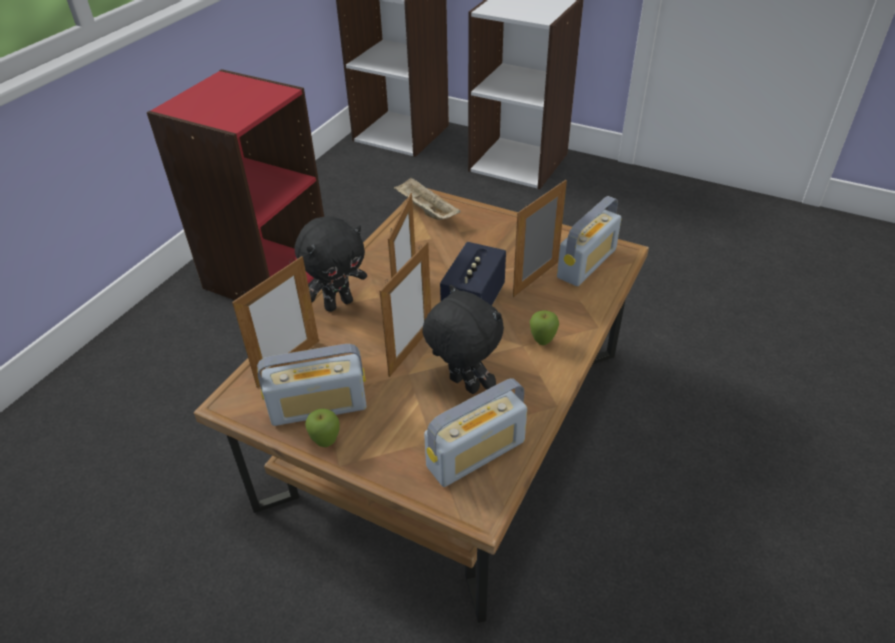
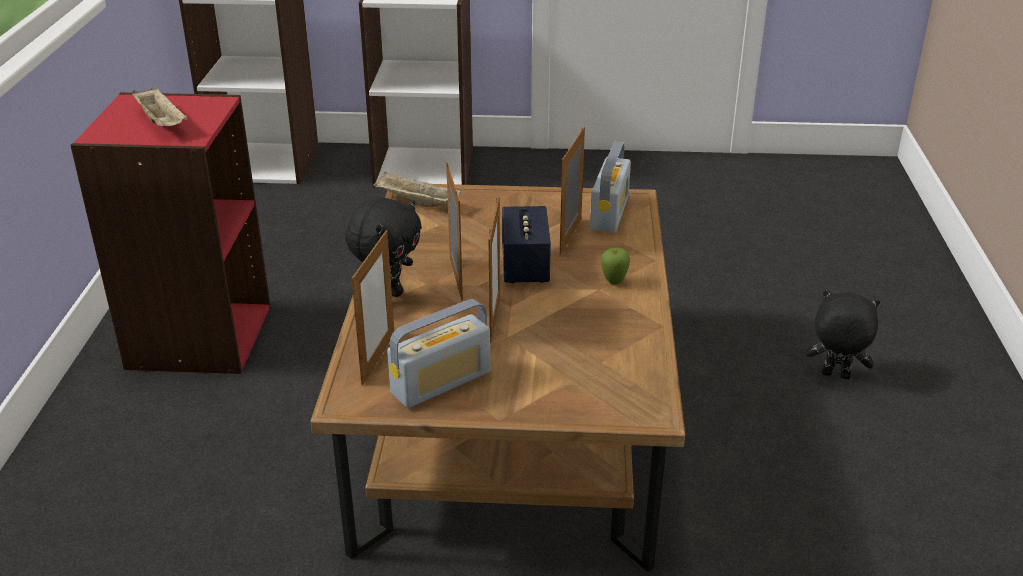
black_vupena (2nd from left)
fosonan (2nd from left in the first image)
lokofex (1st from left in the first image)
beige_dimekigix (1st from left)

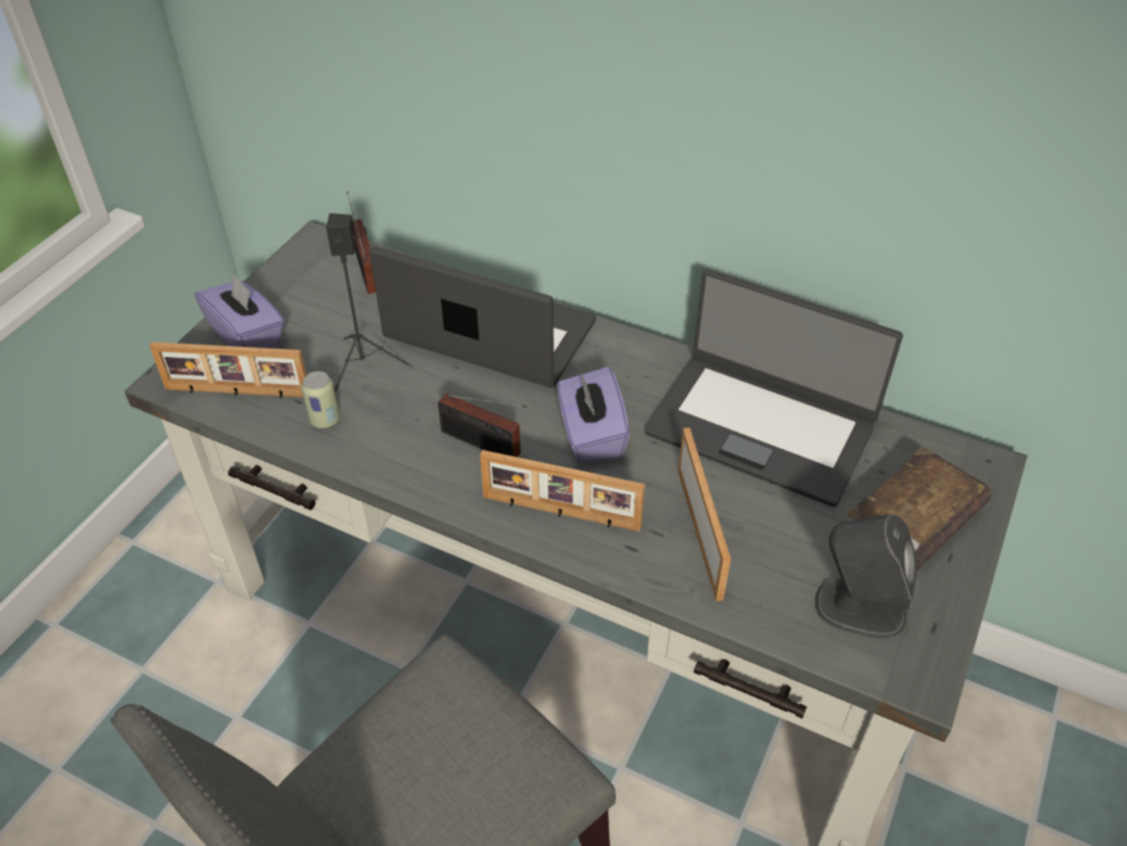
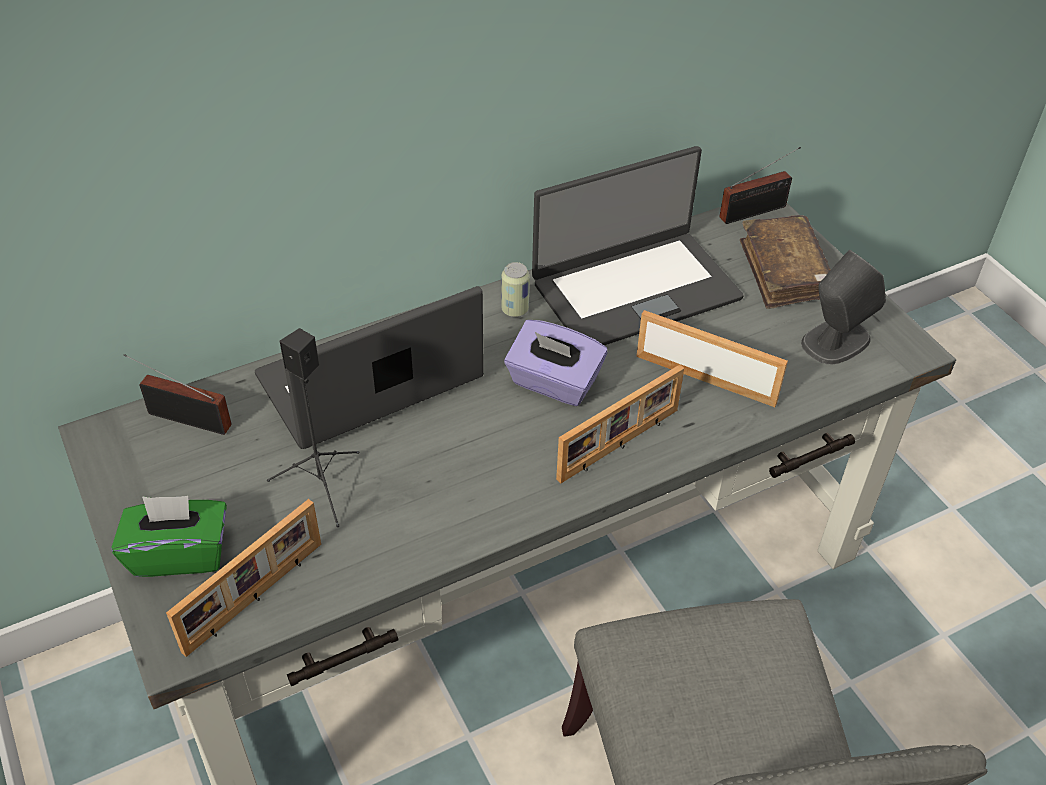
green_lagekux
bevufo
fosonan (2nd from left)

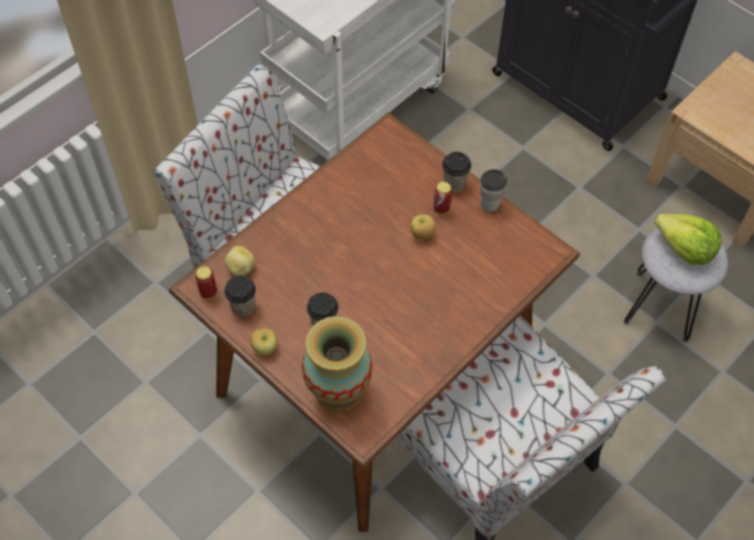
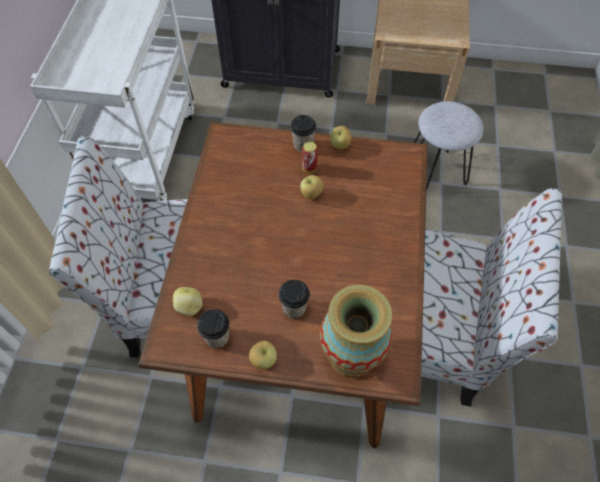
lokofex (3rd from left)
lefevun
bevufo (1st from left in the first image)

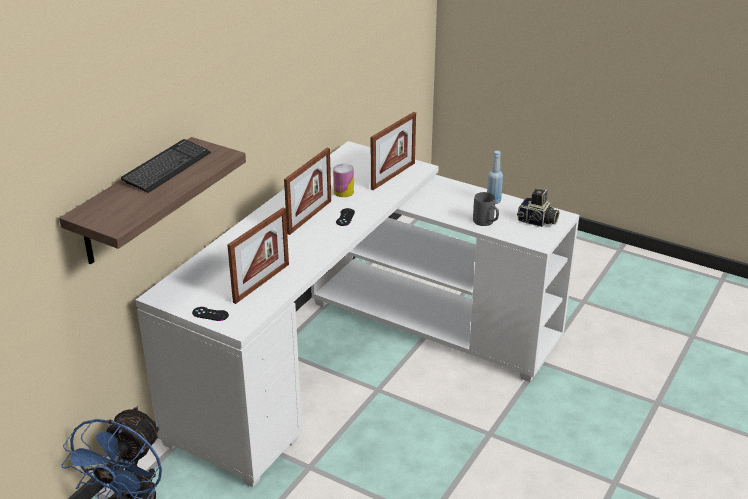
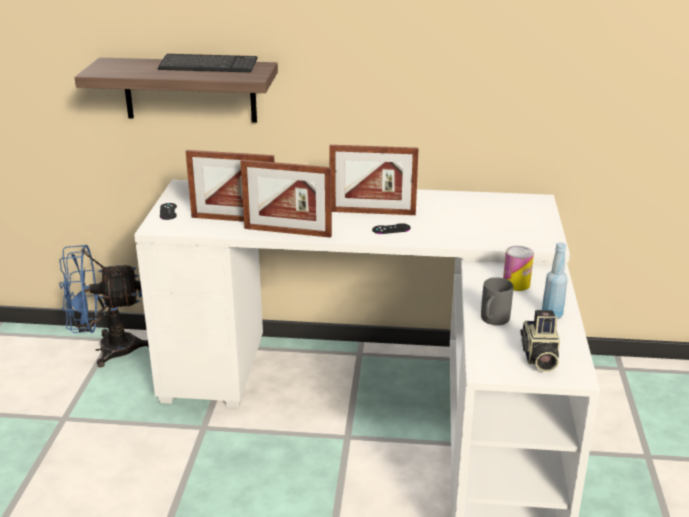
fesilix (2nd from left)
bevufo

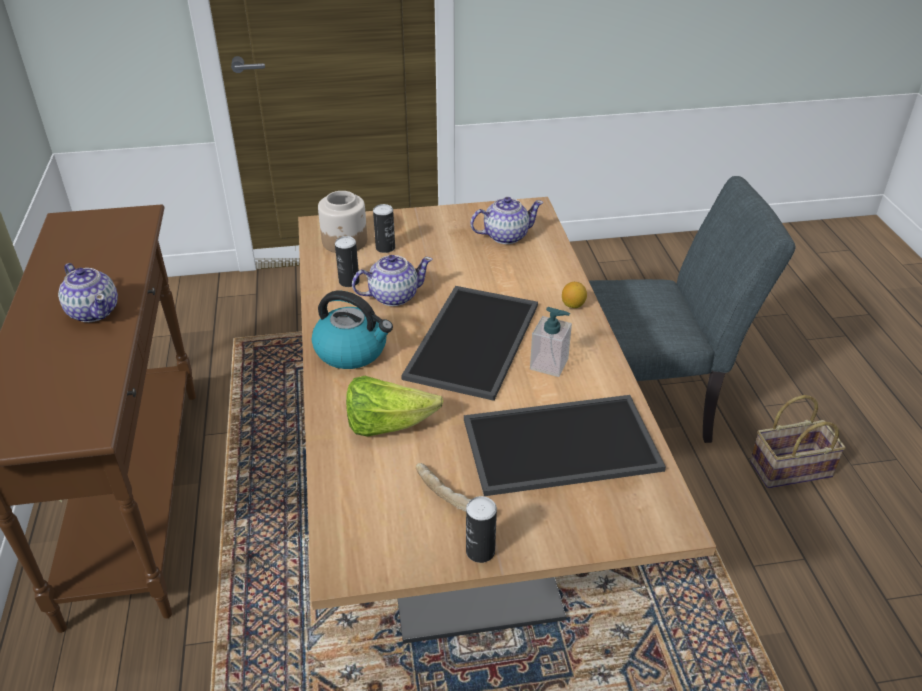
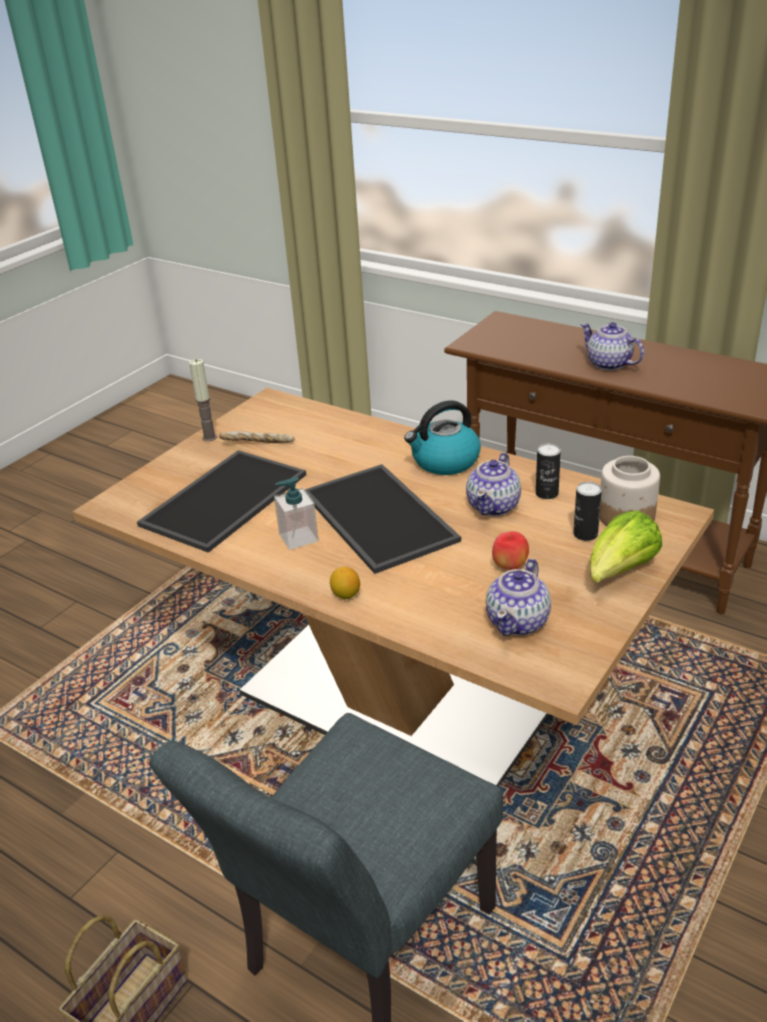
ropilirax (3rd from left)
lefevun
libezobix
lokofex

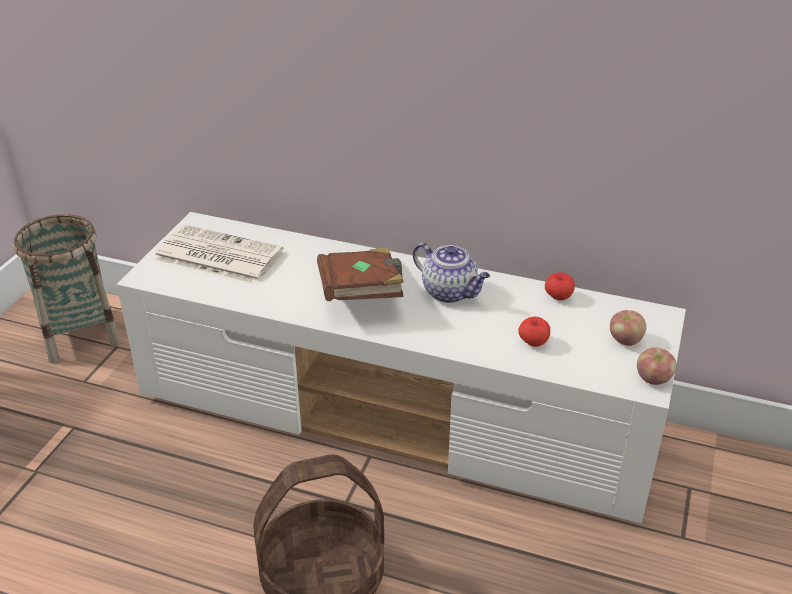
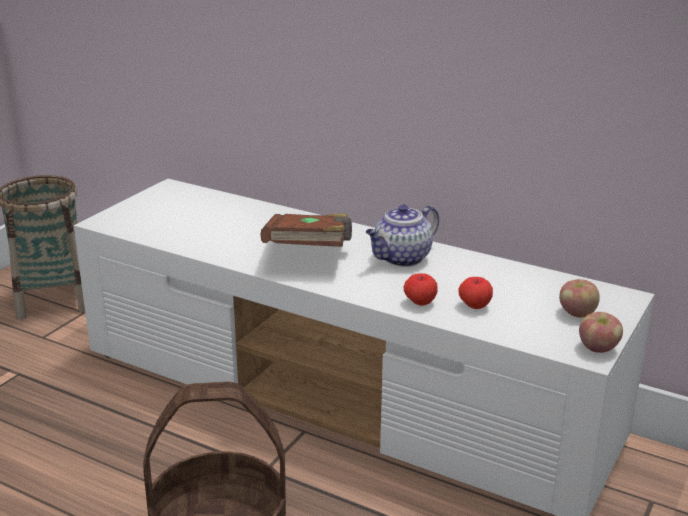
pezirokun
ropilirax
lokofex (1st from left)

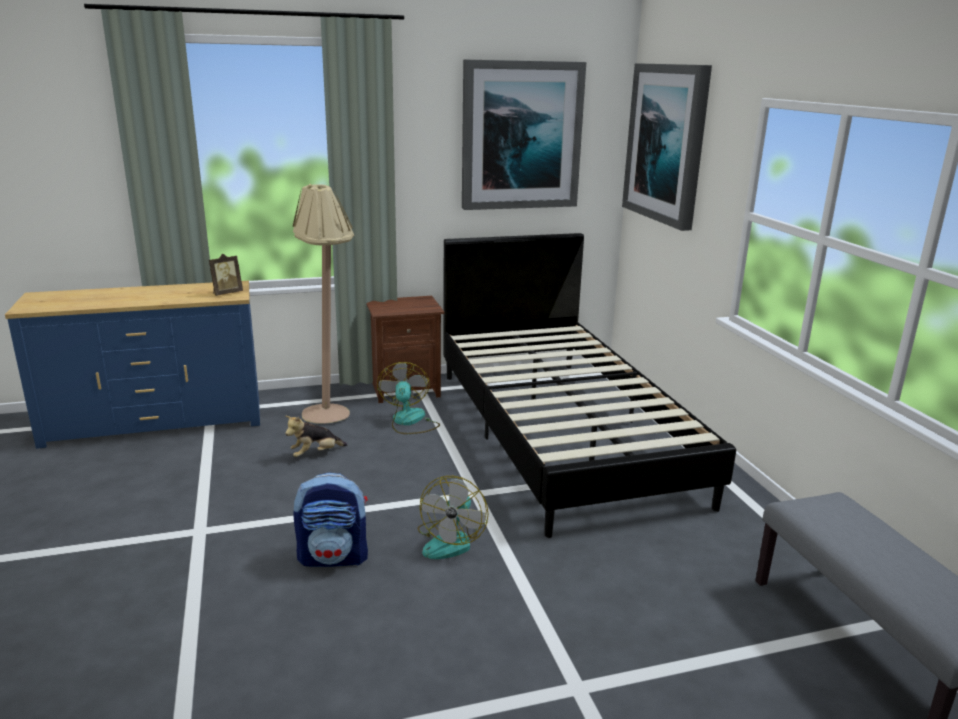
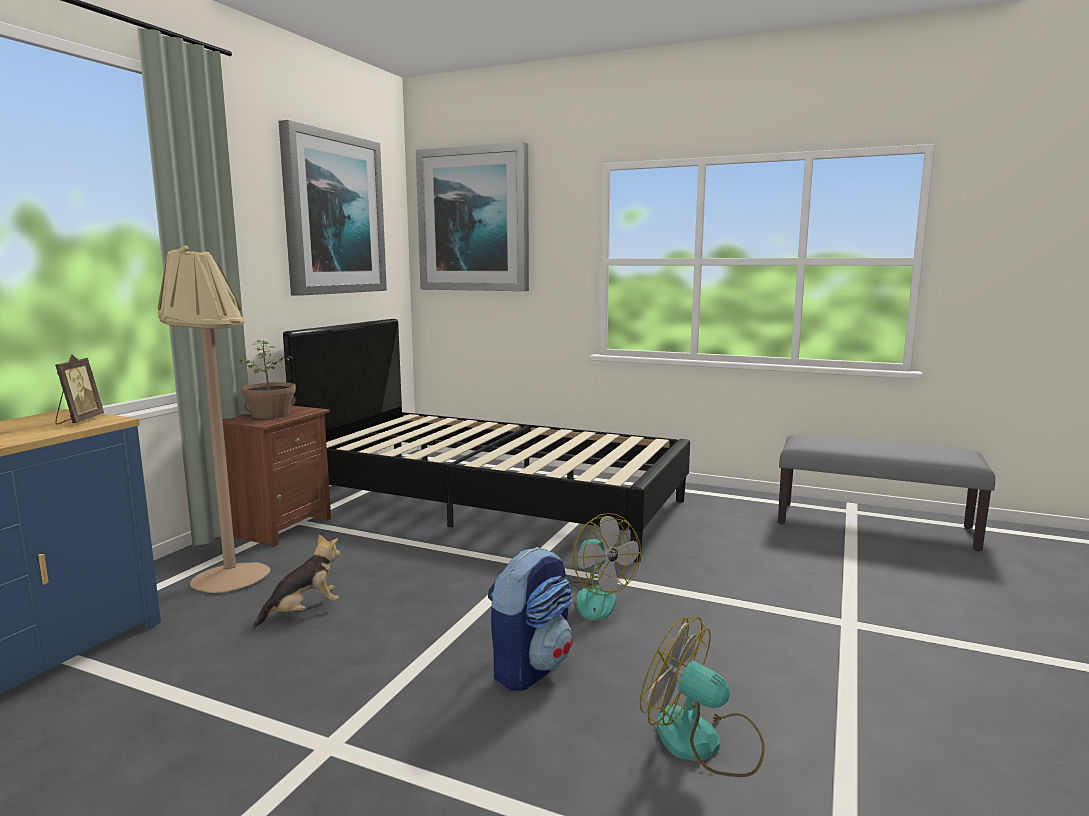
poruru (2nd from left)
vupena
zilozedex

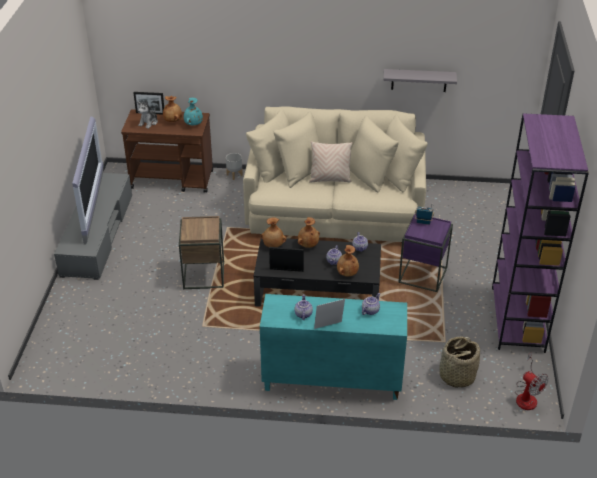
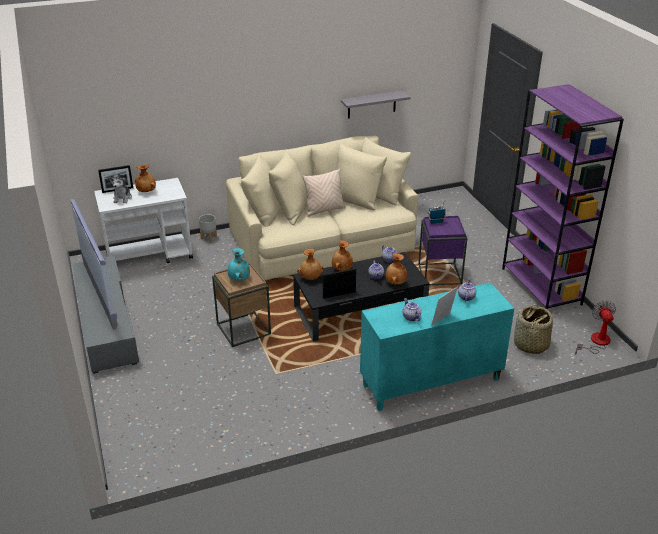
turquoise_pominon
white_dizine
poruru

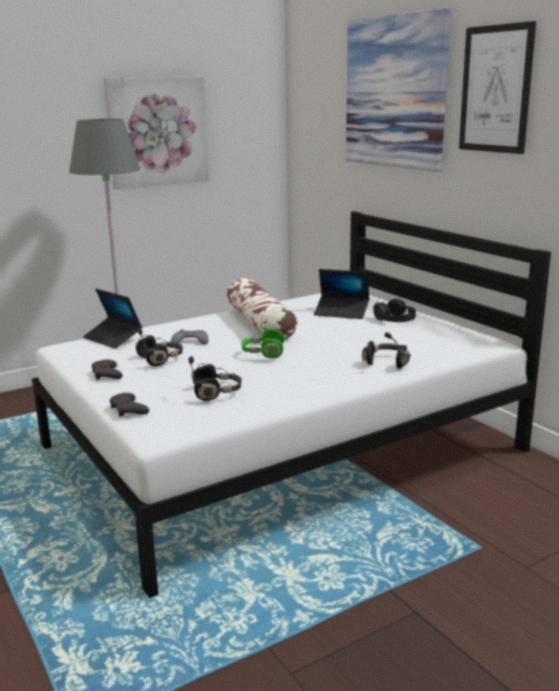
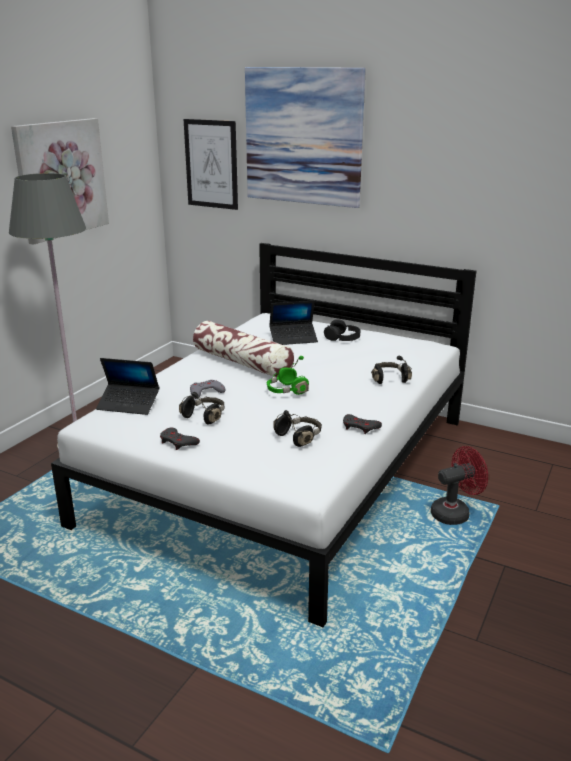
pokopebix (2nd from left)
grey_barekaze (3rd from left)
red_poruru

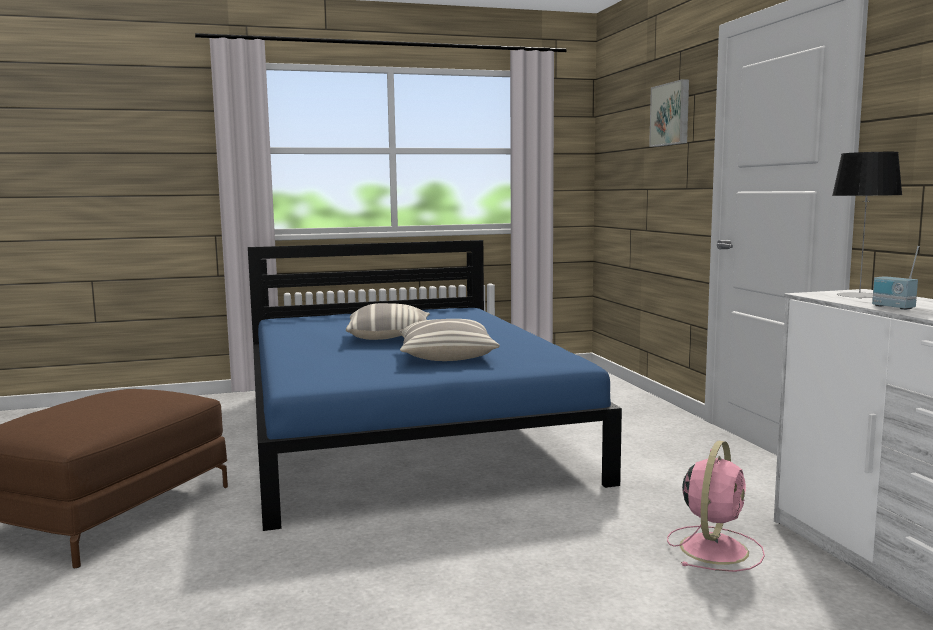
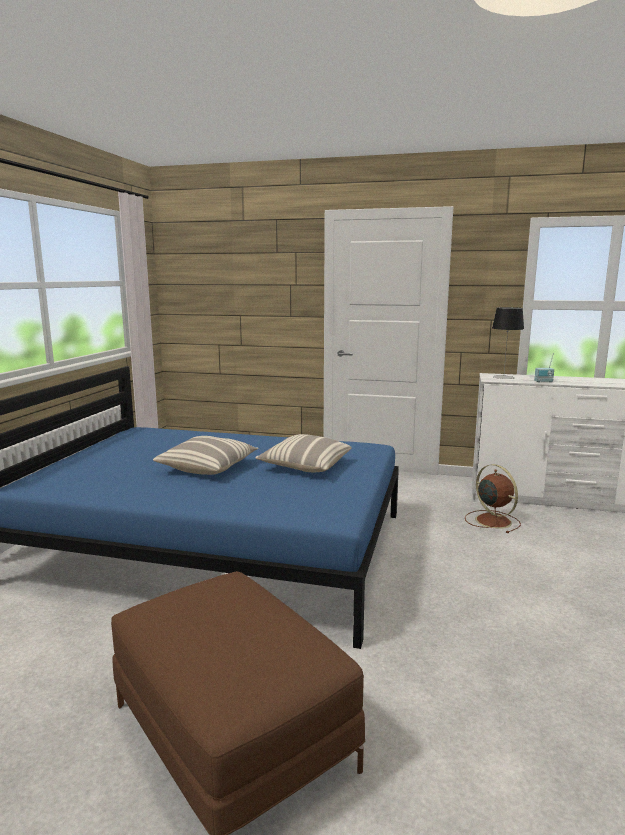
pokopebix
brown_poruru

